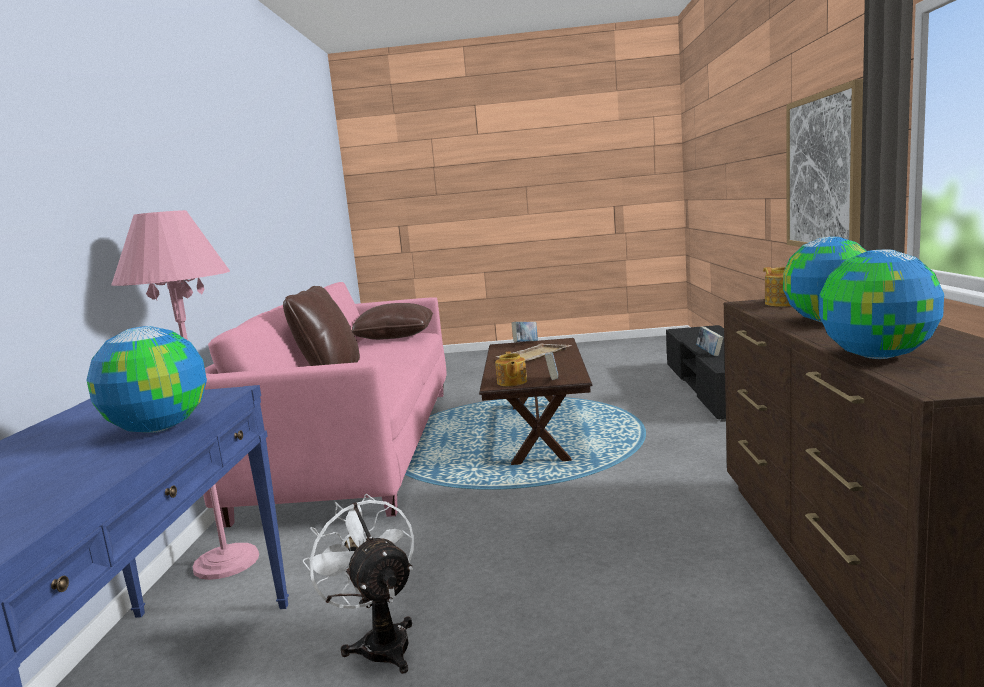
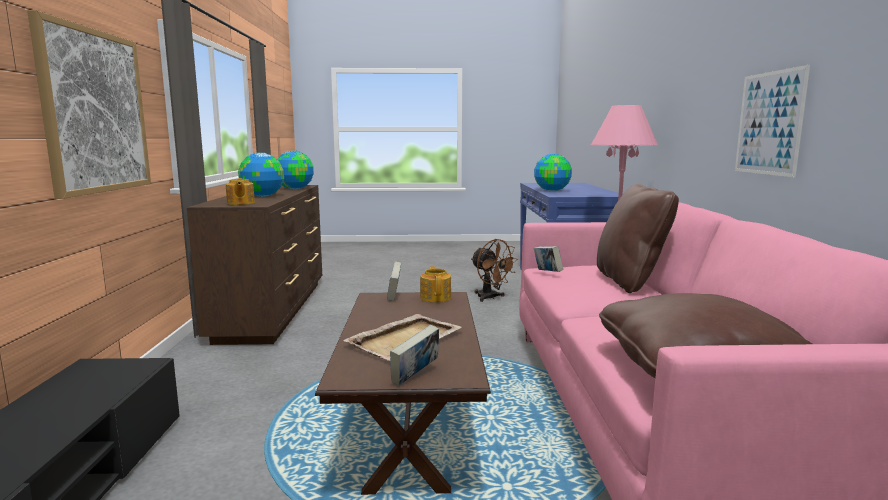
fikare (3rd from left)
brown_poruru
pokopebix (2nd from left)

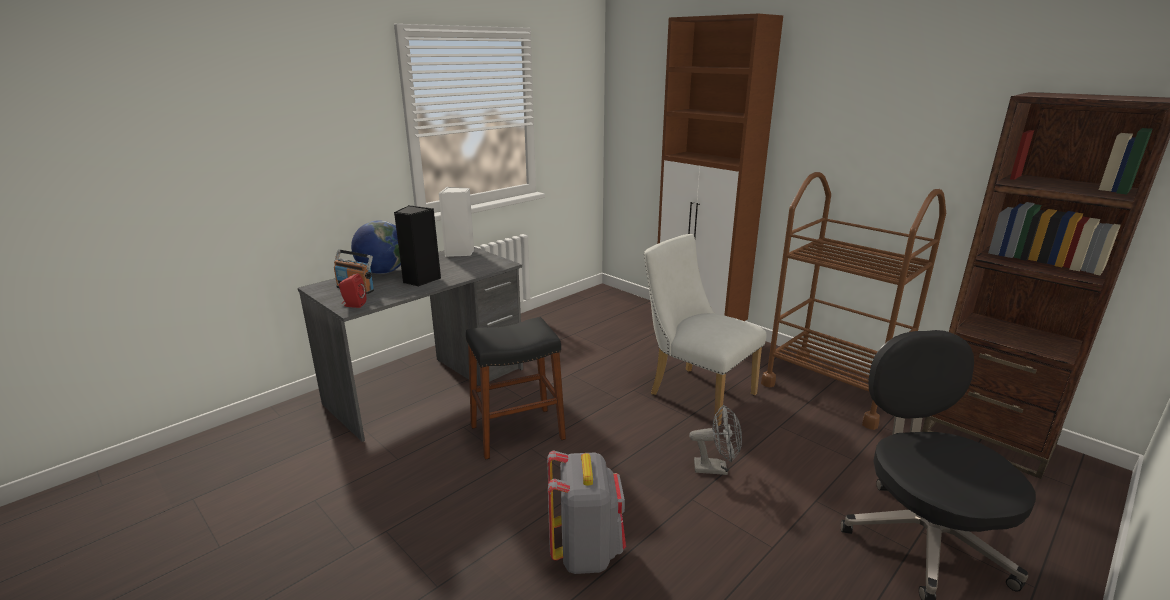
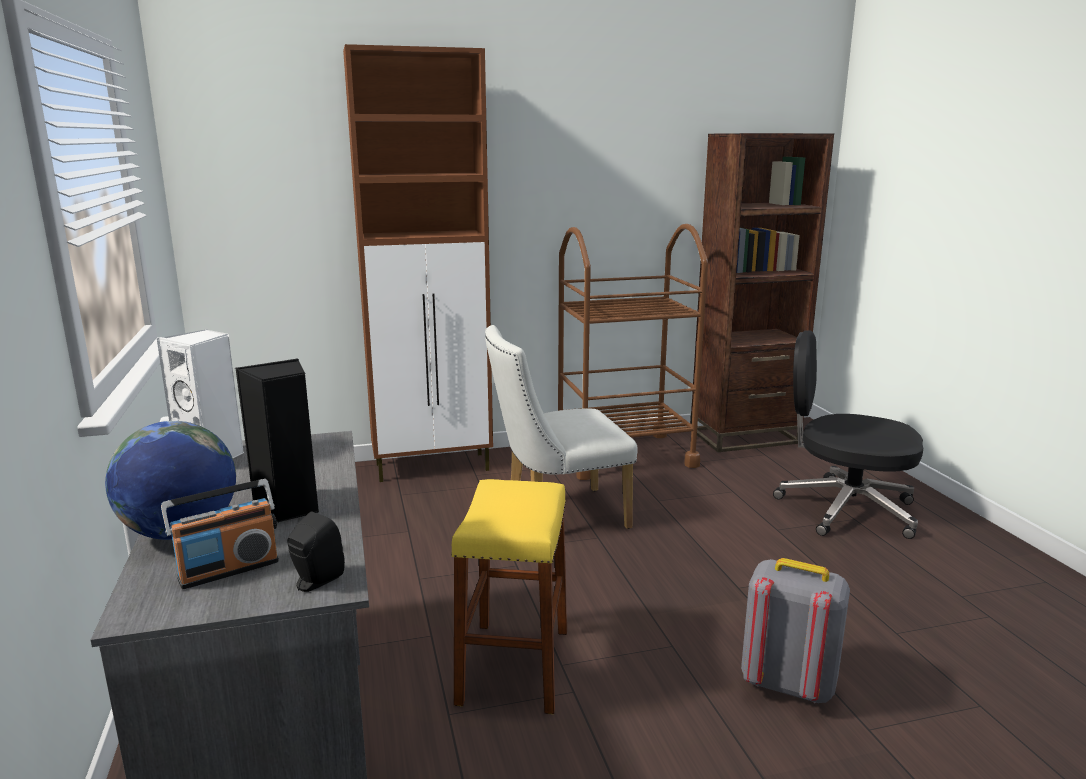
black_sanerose (2nd from left)
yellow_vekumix
grey_poruru

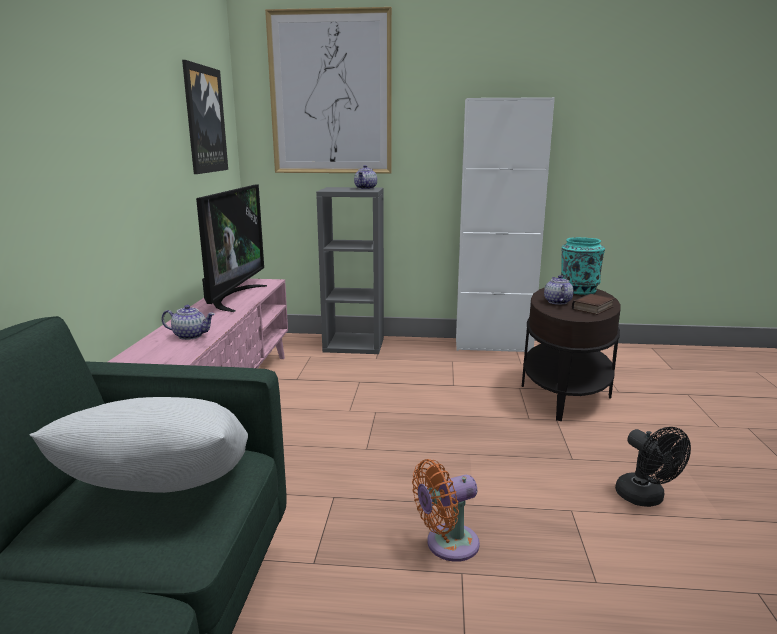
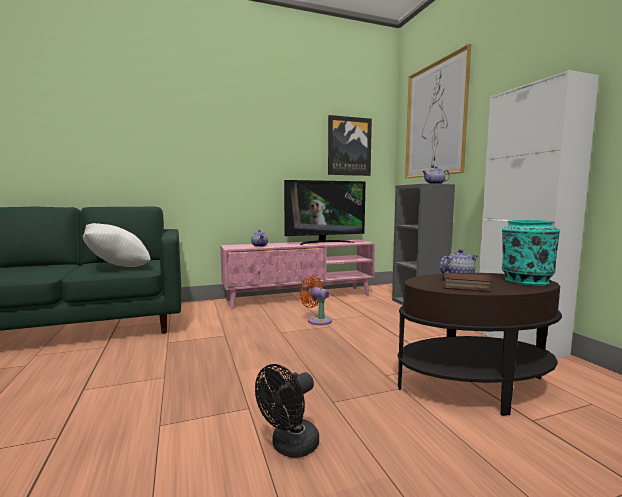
orange_poruru

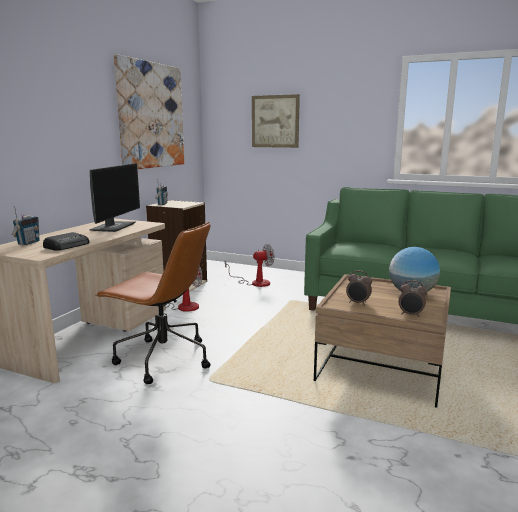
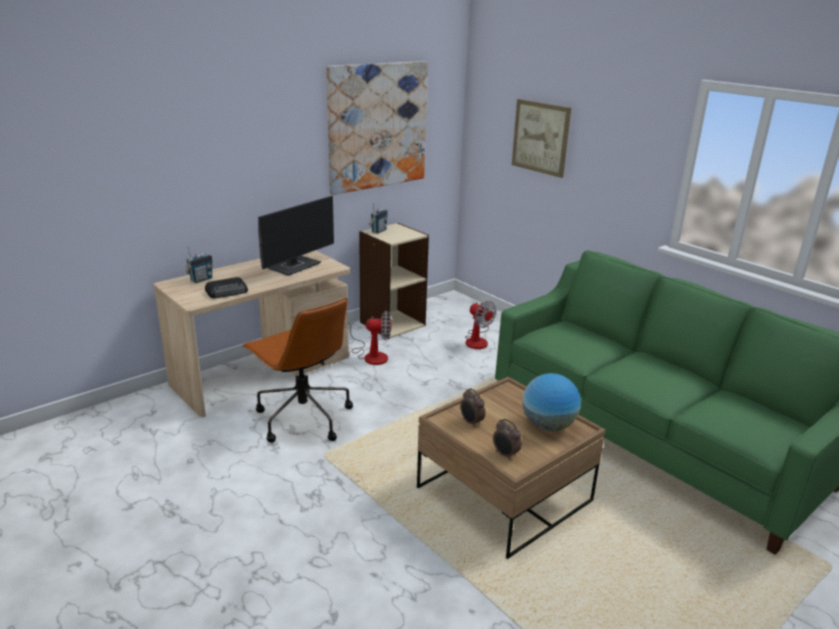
poruru (2nd from left)

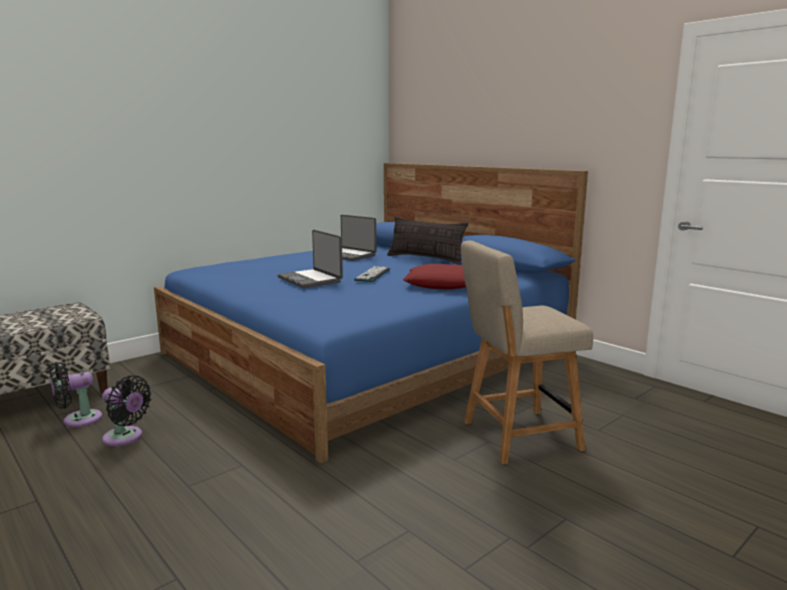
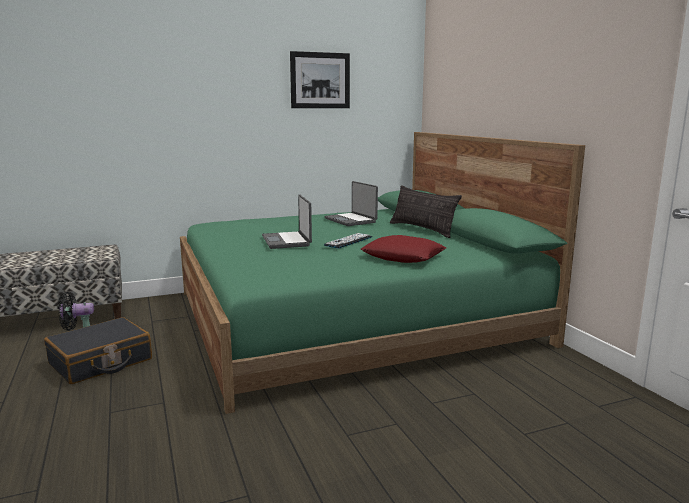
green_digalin
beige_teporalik
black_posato
pokopebix

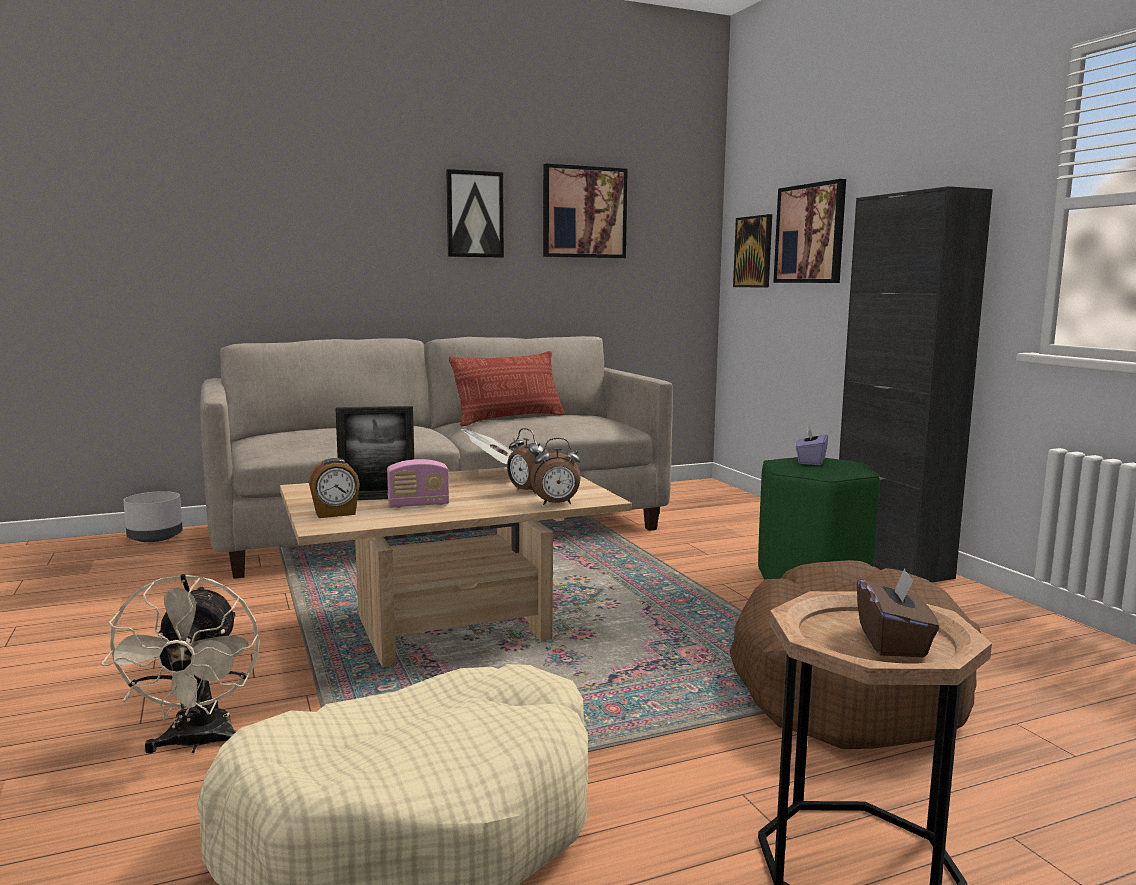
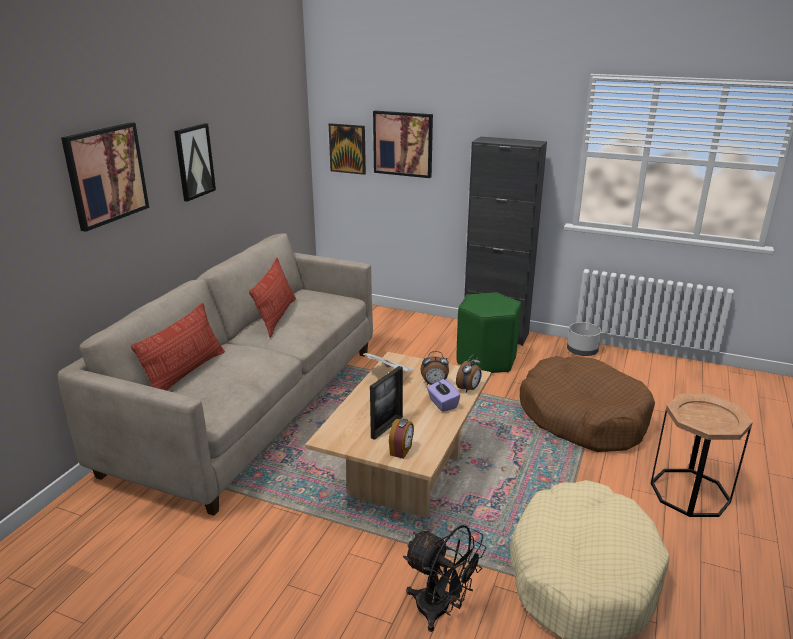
pokopebix (1st from left)
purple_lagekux
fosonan
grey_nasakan
brown_lagekux
black_poruru
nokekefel (1st from left)

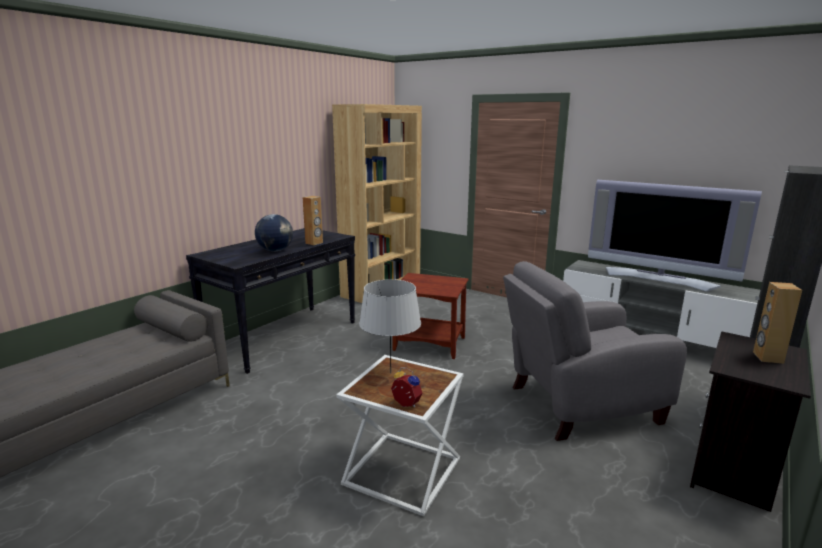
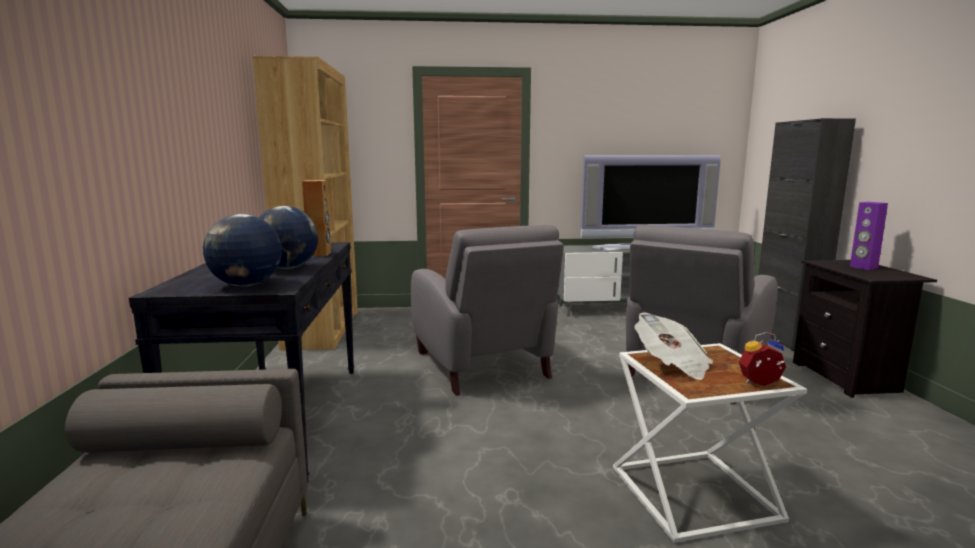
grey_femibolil (1st from left)
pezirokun
purple_sanerose
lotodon (1st from left)

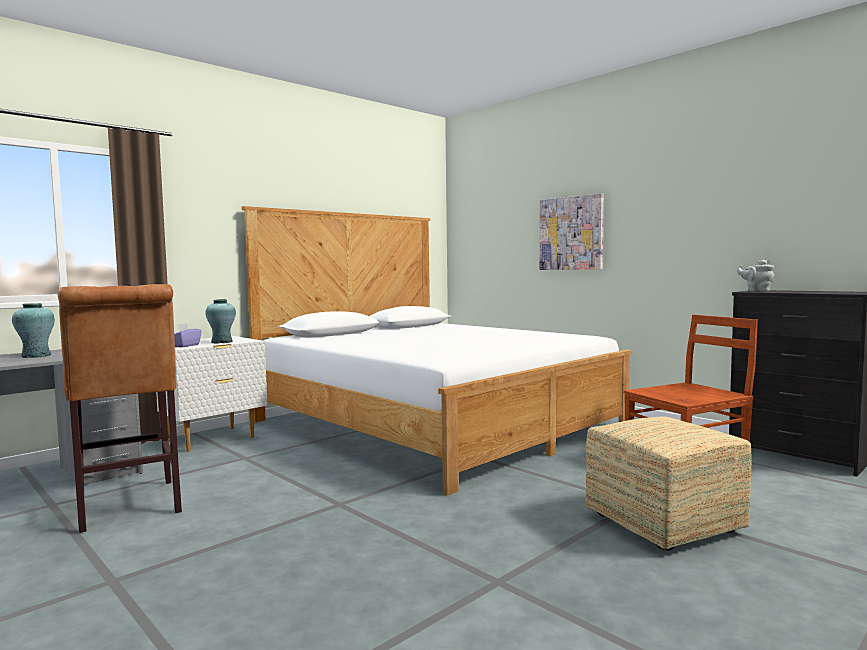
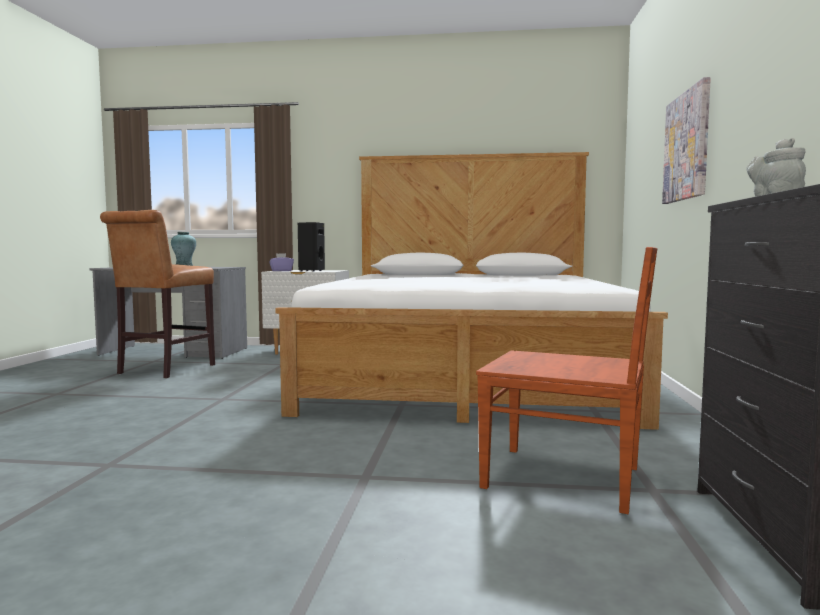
black_sanerose
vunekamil

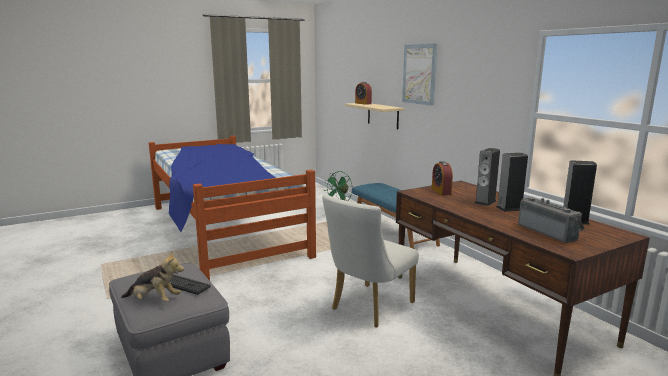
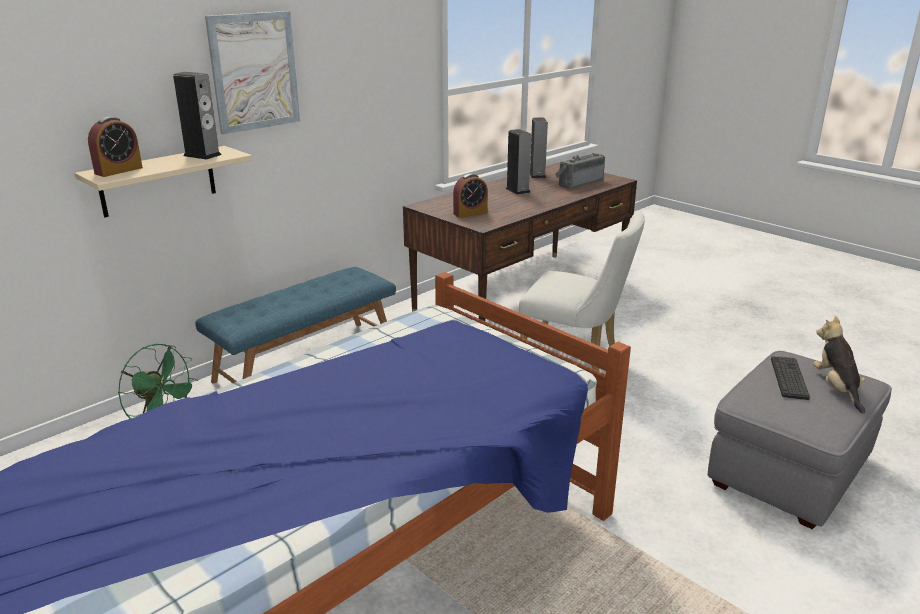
sanerose (1st from left)

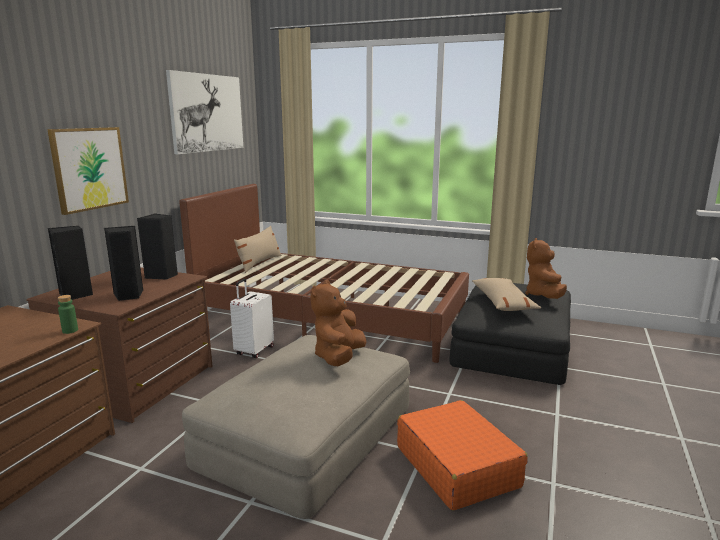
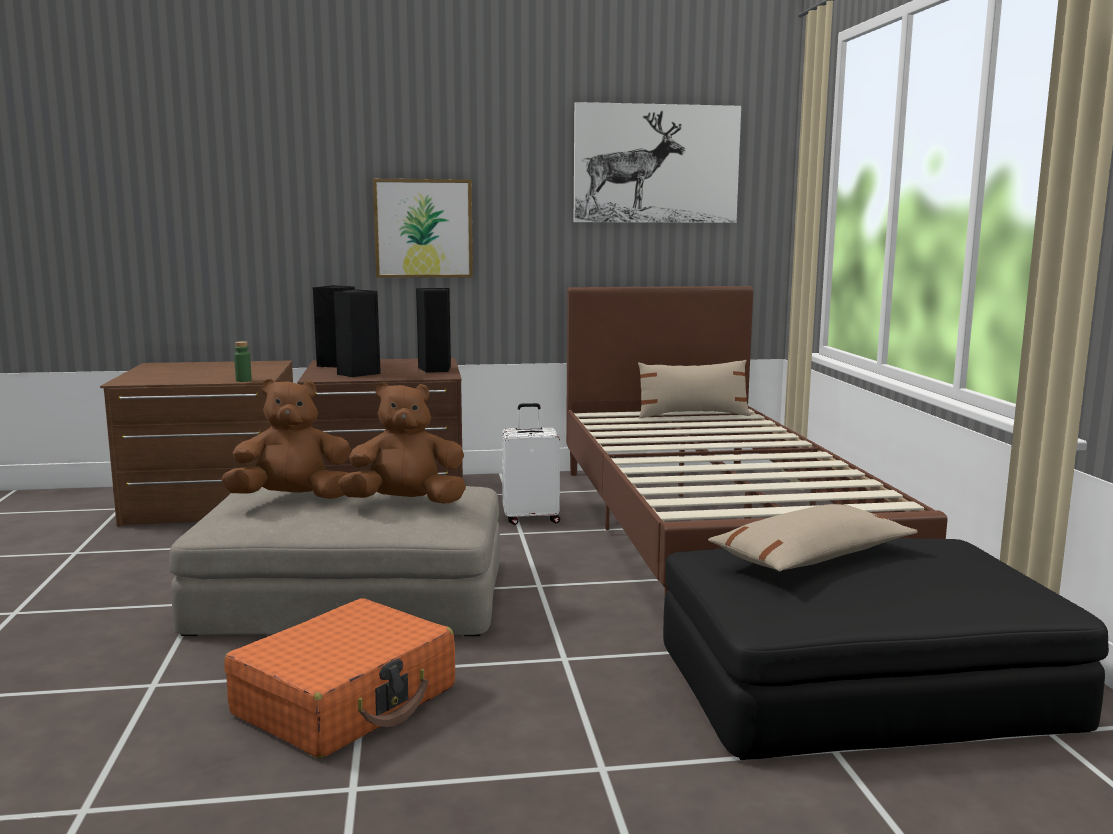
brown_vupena (1st from left)

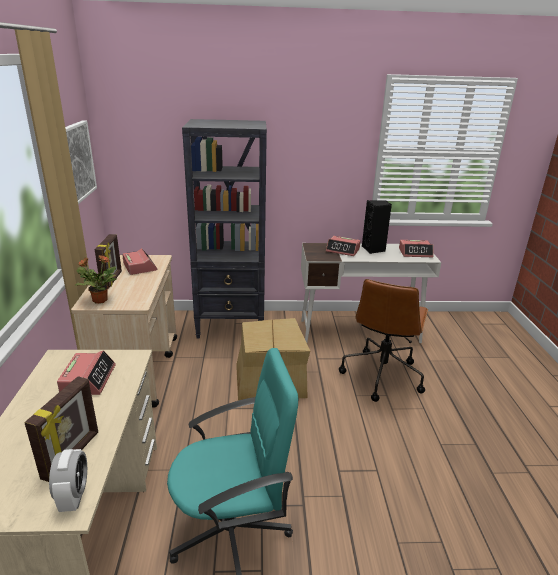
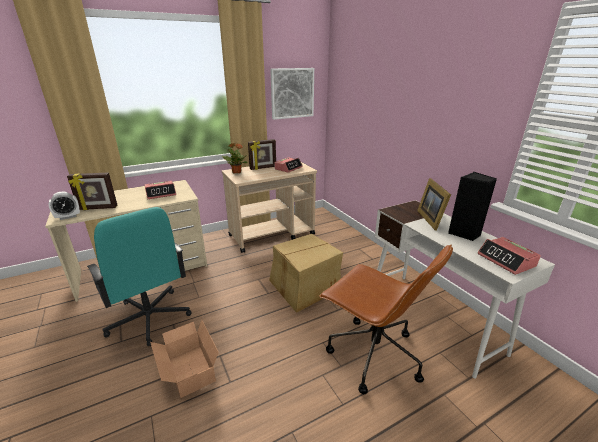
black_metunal
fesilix (3rd from left)
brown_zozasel
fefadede (1st from left)

